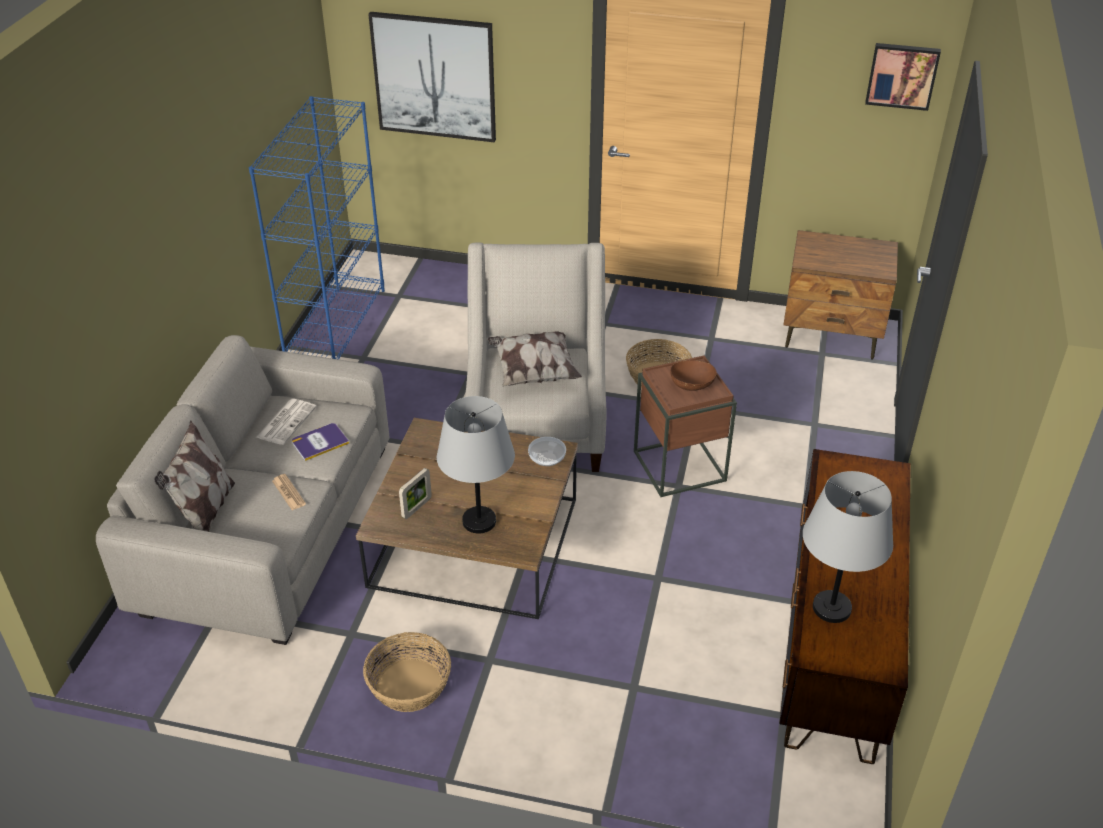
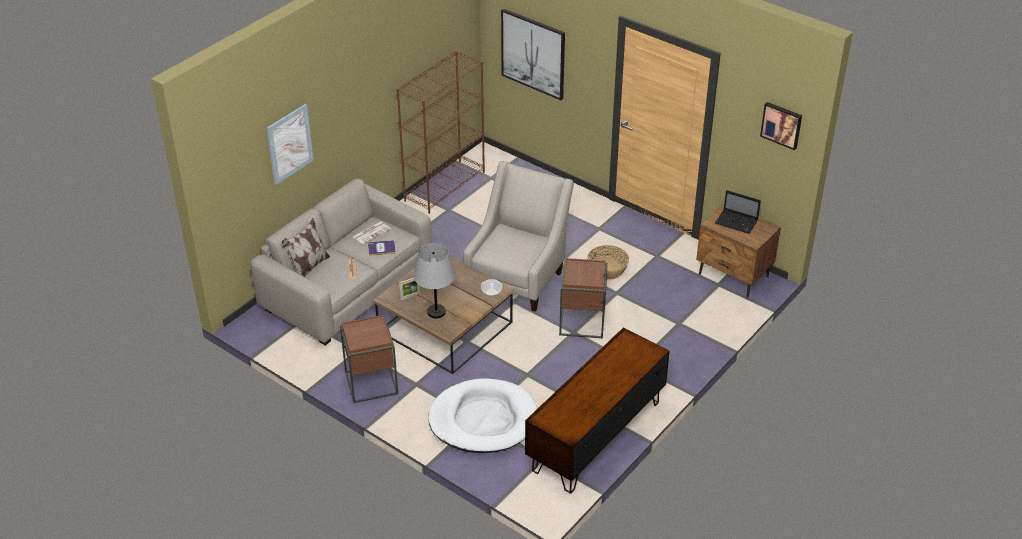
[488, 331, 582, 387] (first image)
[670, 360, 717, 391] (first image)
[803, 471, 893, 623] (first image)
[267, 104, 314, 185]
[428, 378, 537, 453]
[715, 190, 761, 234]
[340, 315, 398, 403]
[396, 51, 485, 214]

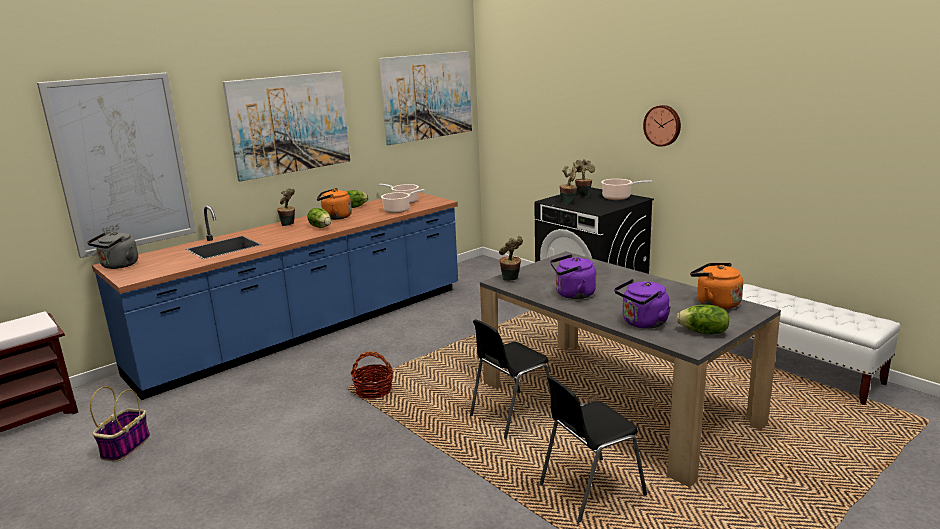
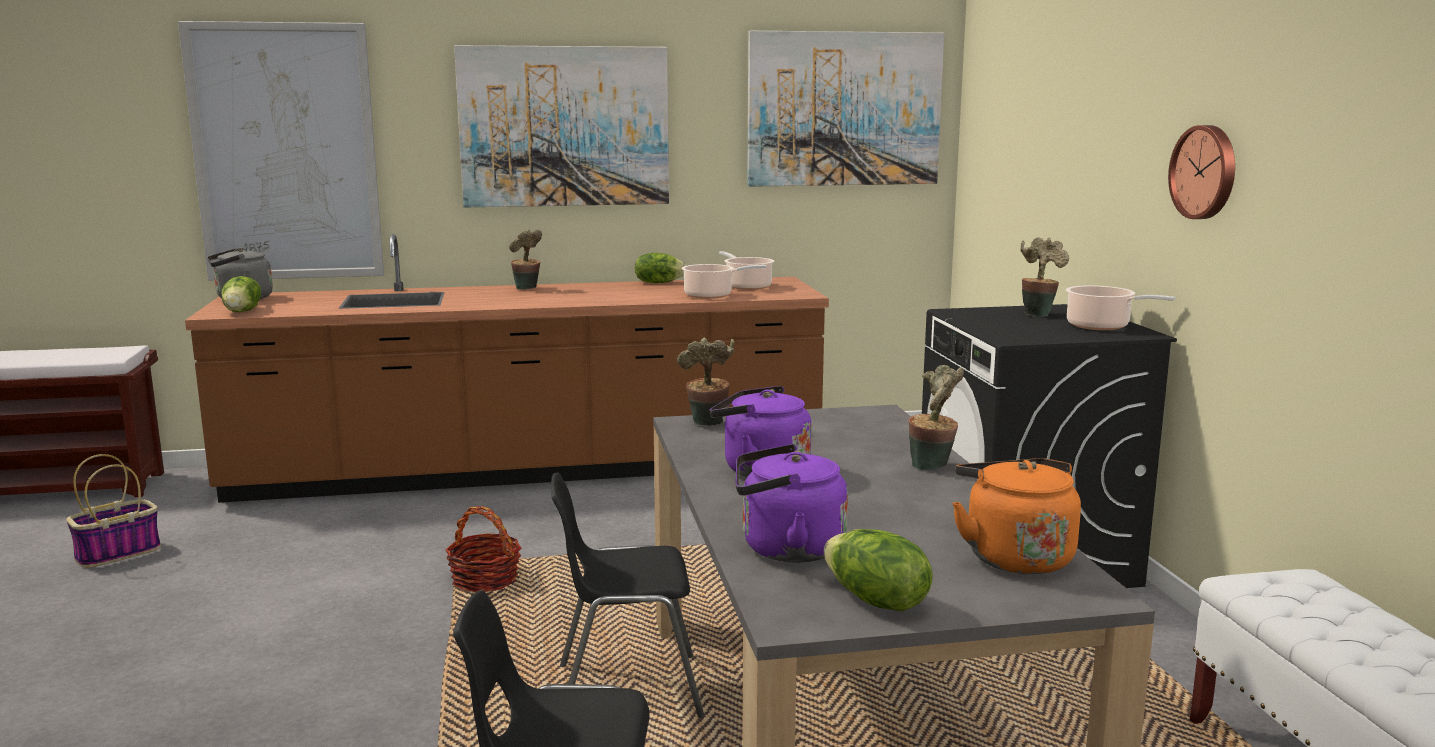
[317, 188, 352, 220] (first image)
[221, 276, 261, 312]
[908, 365, 964, 470]
[185, 234, 829, 503]

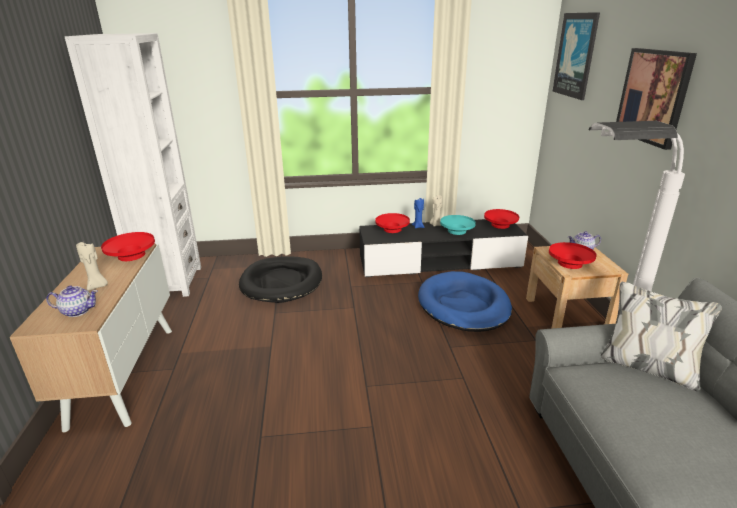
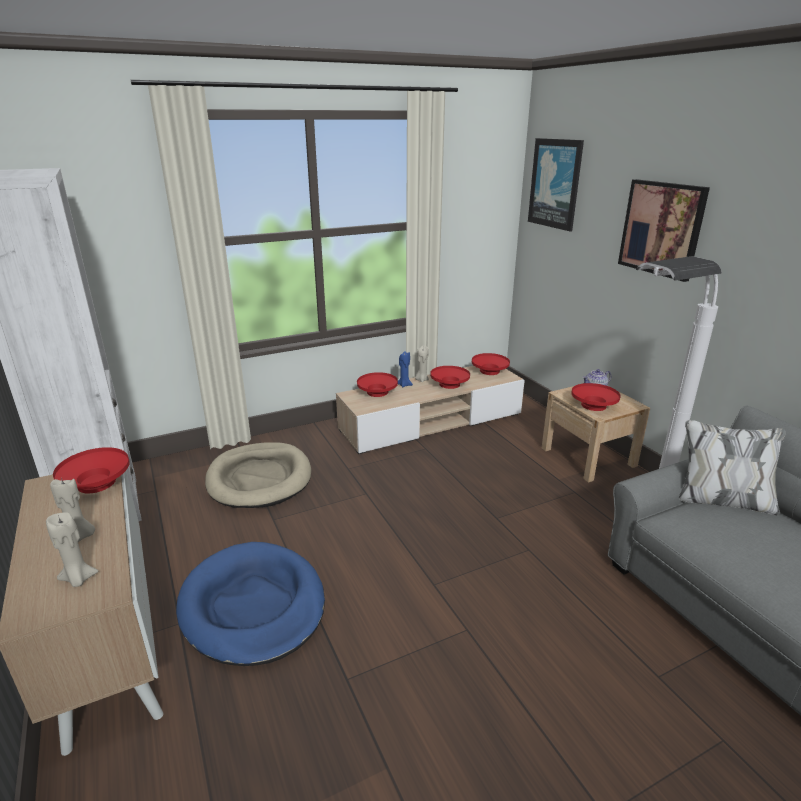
[176, 542, 325, 666]
[46, 512, 99, 587]
[205, 442, 311, 508]
[336, 366, 525, 454]
[430, 366, 470, 389]

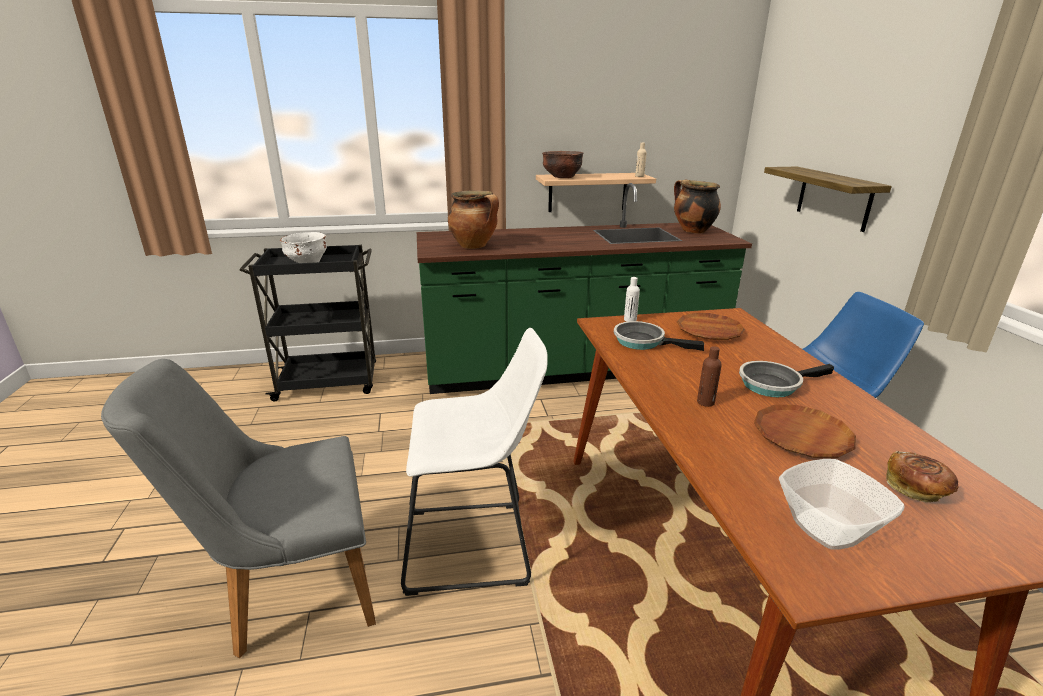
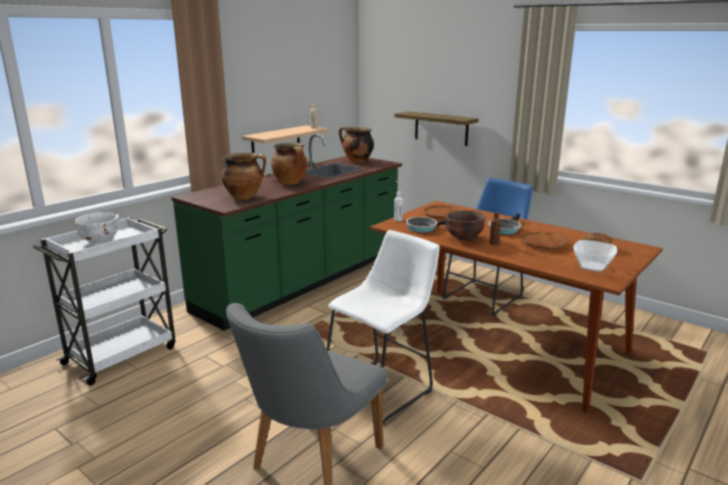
[271, 143, 308, 185]
[445, 210, 486, 241]
[33, 217, 176, 385]

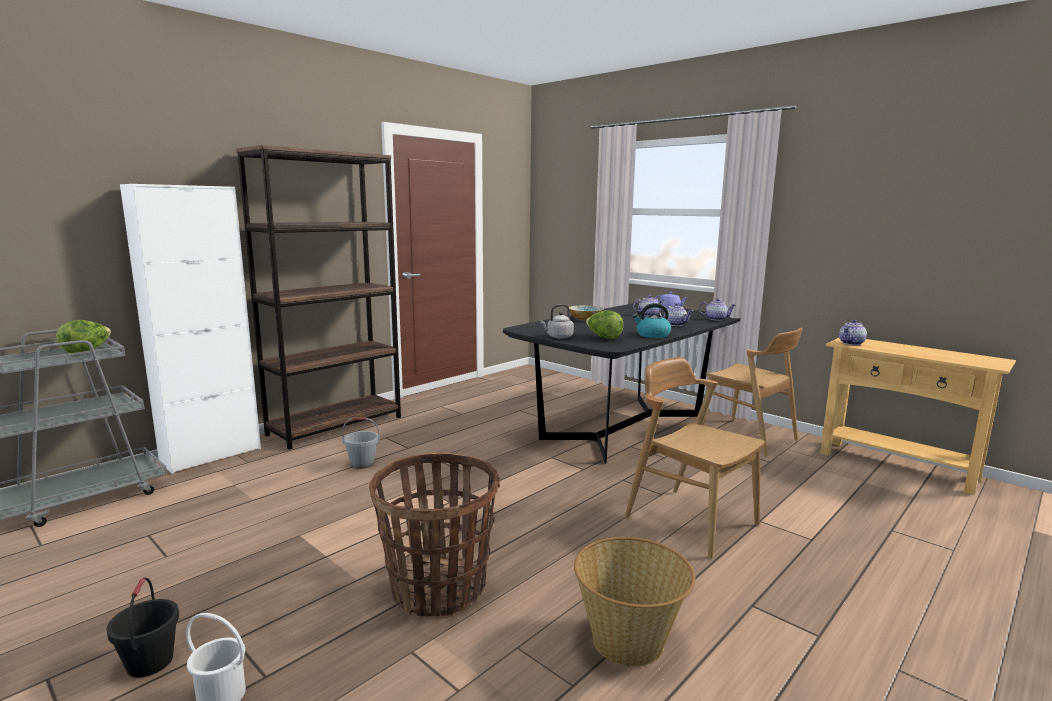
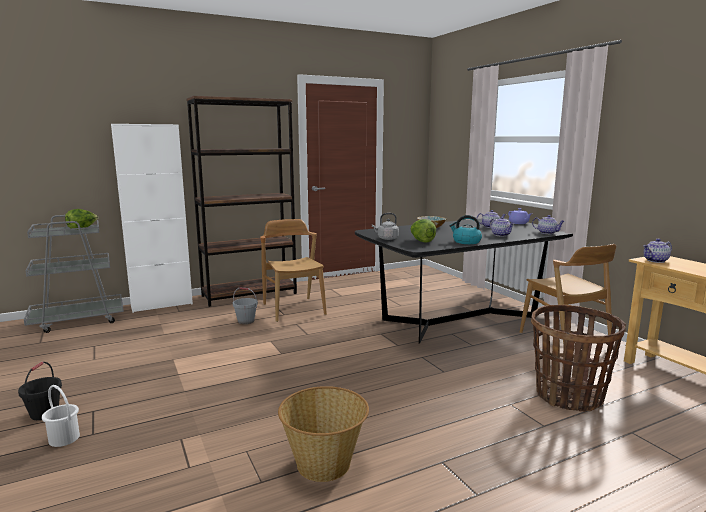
[531, 305, 626, 412]
[260, 219, 327, 322]

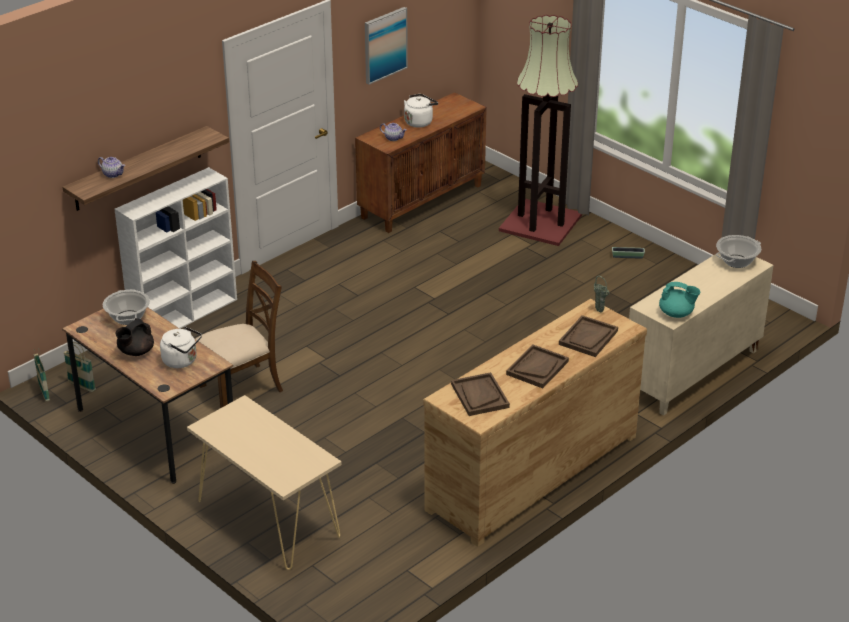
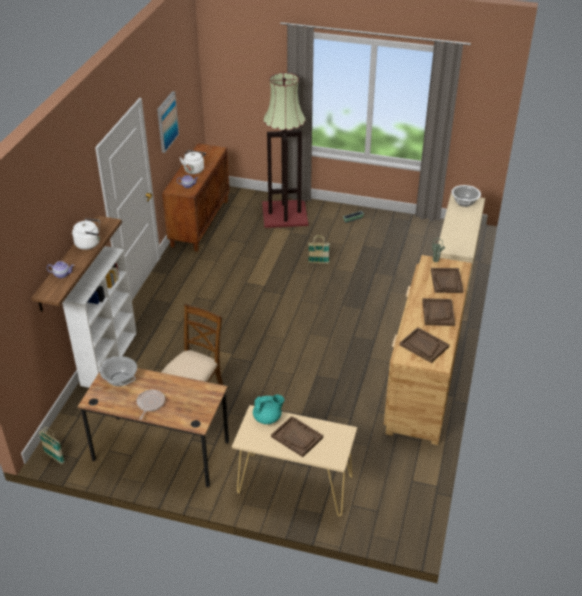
[271, 416, 323, 457]
[308, 235, 330, 264]
[72, 218, 100, 250]
[253, 395, 284, 424]
[136, 390, 165, 420]

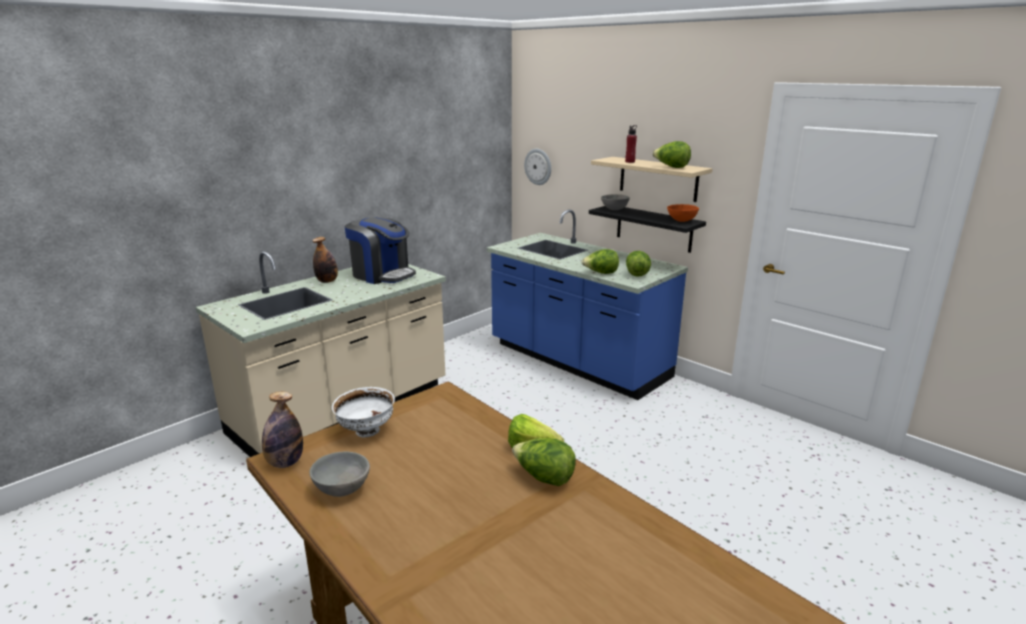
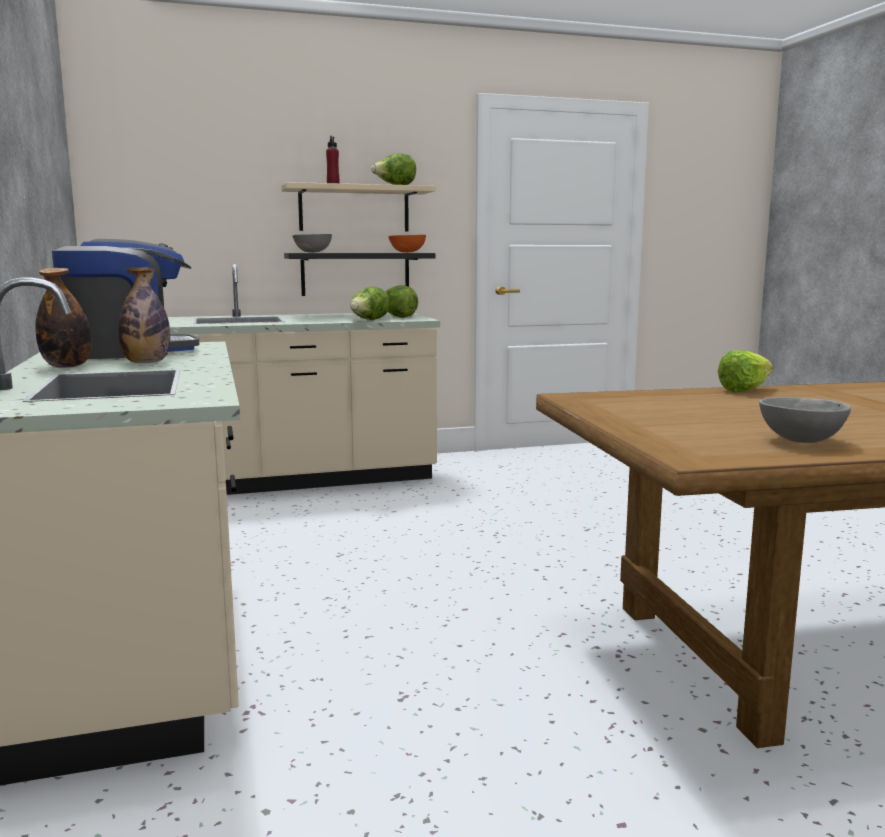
[332, 387, 395, 437] (first image)
[512, 438, 576, 486] (first image)
[524, 149, 551, 185] (first image)
[118, 267, 170, 363]
[168, 264, 440, 495]

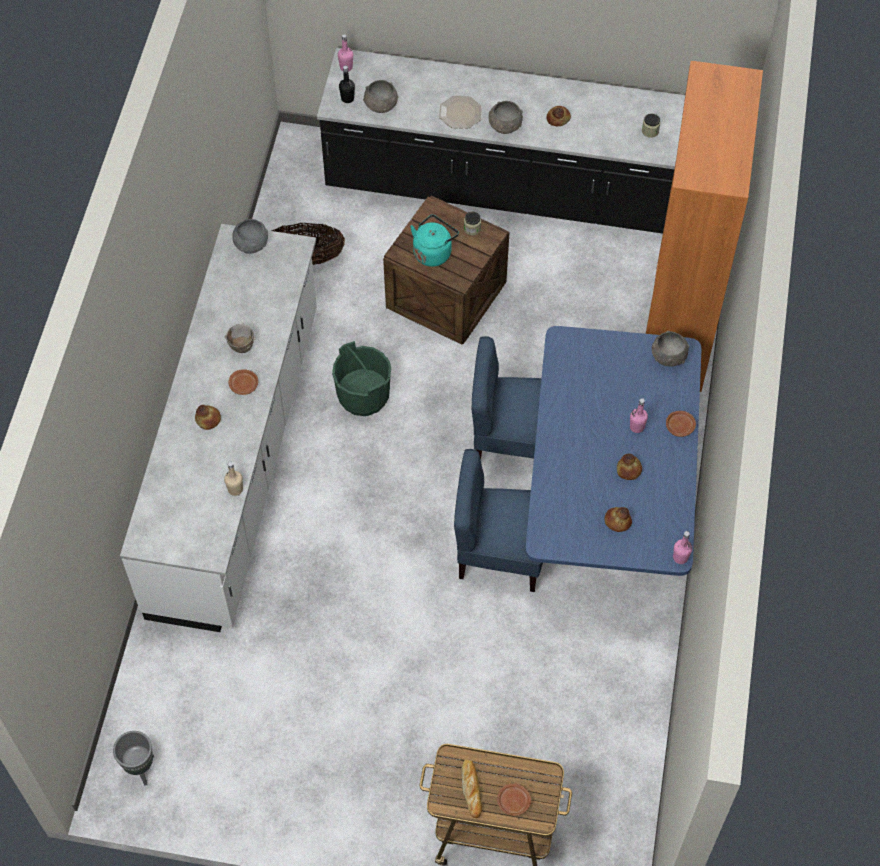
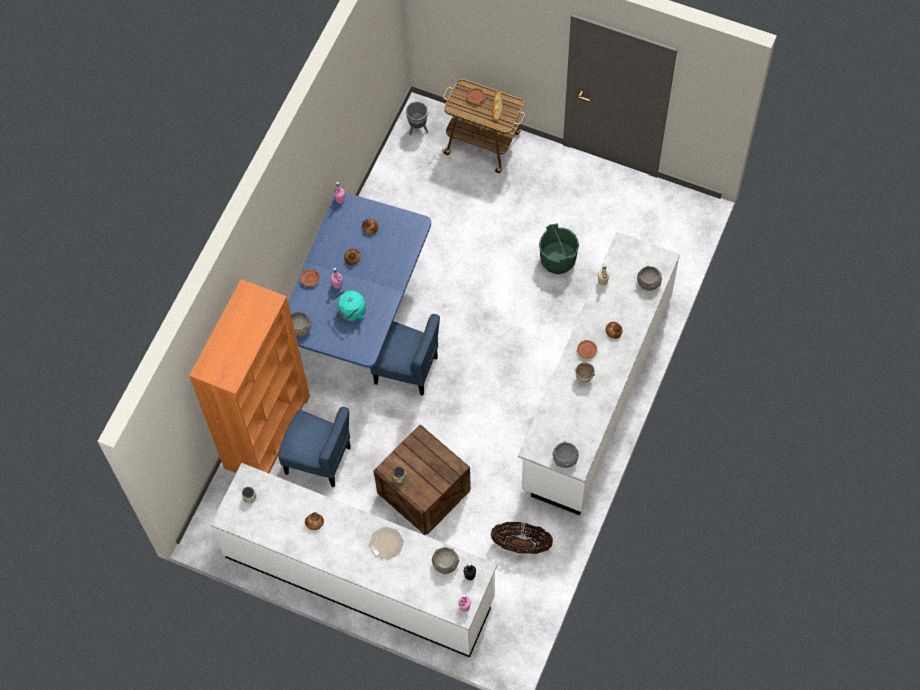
[406, 102, 428, 135]
[539, 223, 579, 274]
[332, 290, 366, 321]
[278, 407, 351, 487]
[637, 266, 662, 291]
[210, 463, 497, 658]

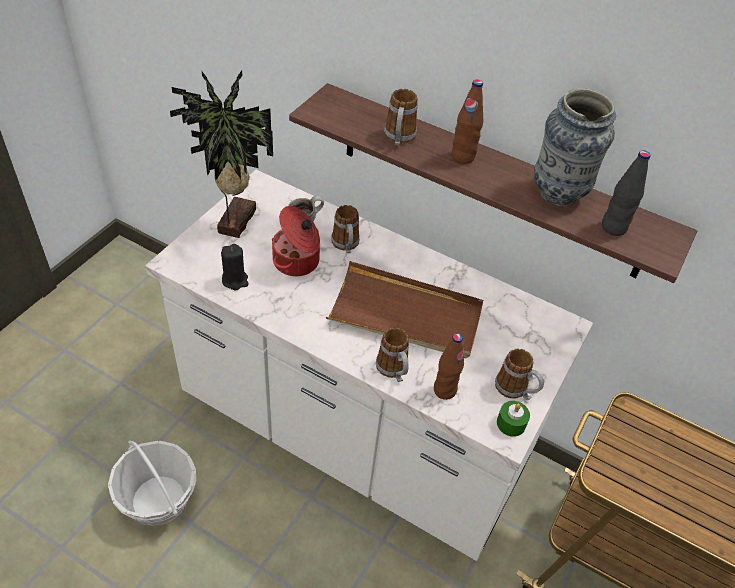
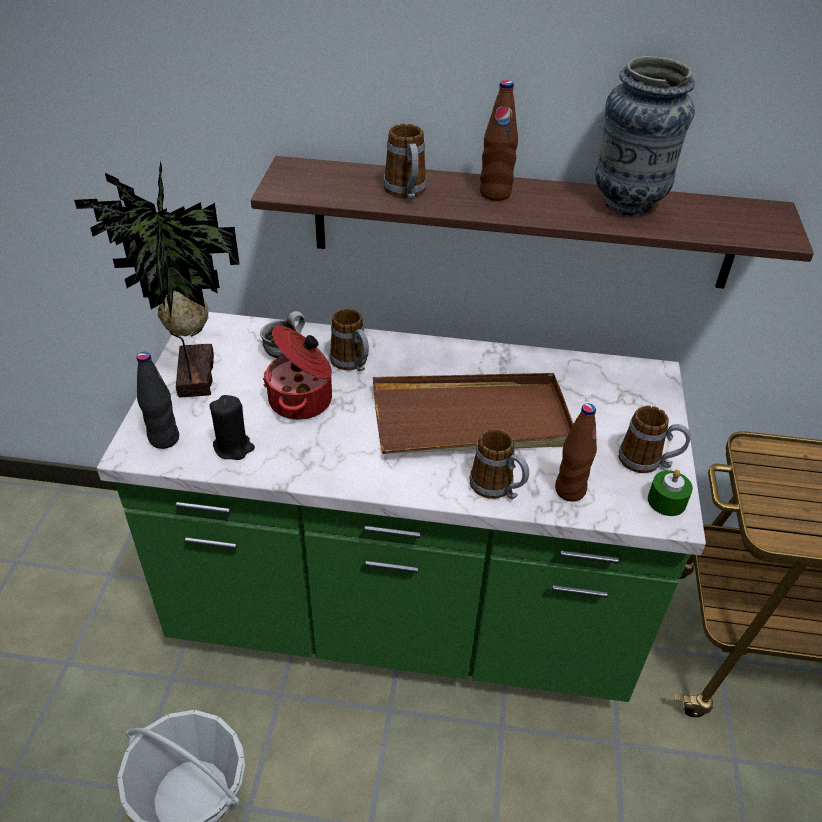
[137, 352, 179, 449]
[97, 312, 706, 702]

